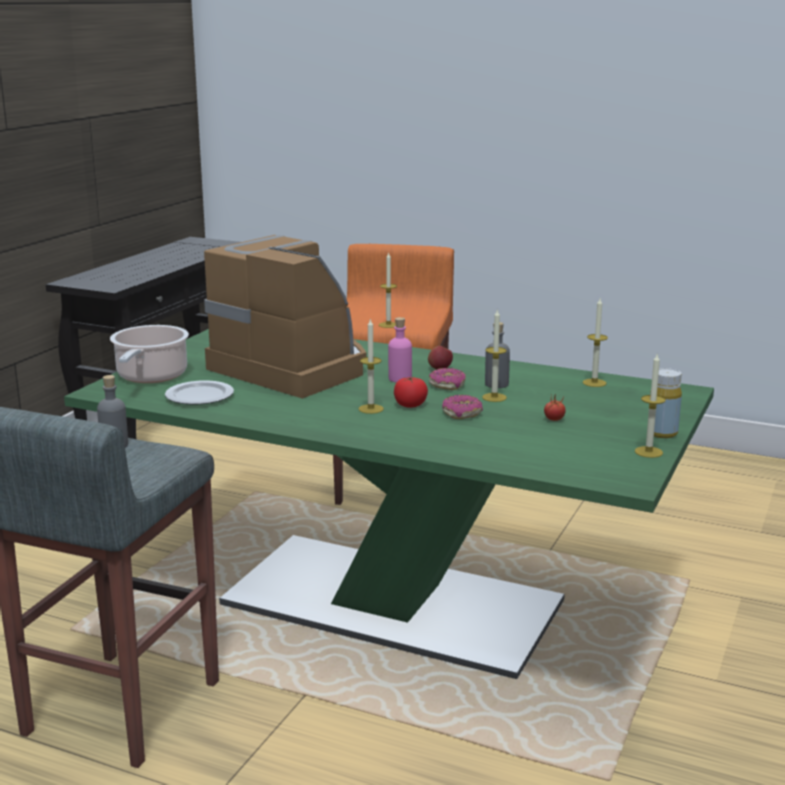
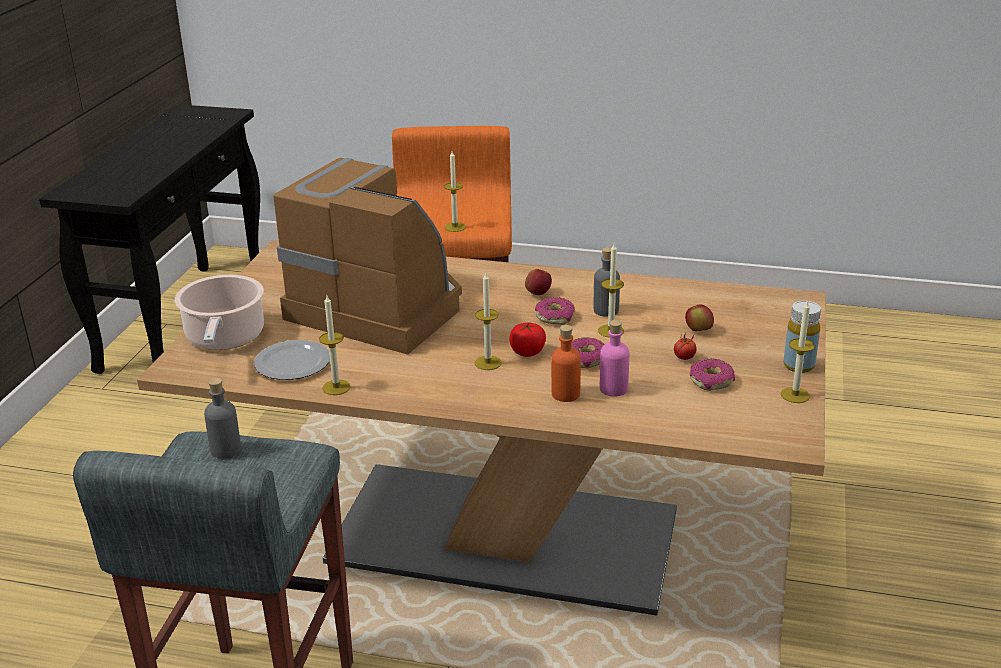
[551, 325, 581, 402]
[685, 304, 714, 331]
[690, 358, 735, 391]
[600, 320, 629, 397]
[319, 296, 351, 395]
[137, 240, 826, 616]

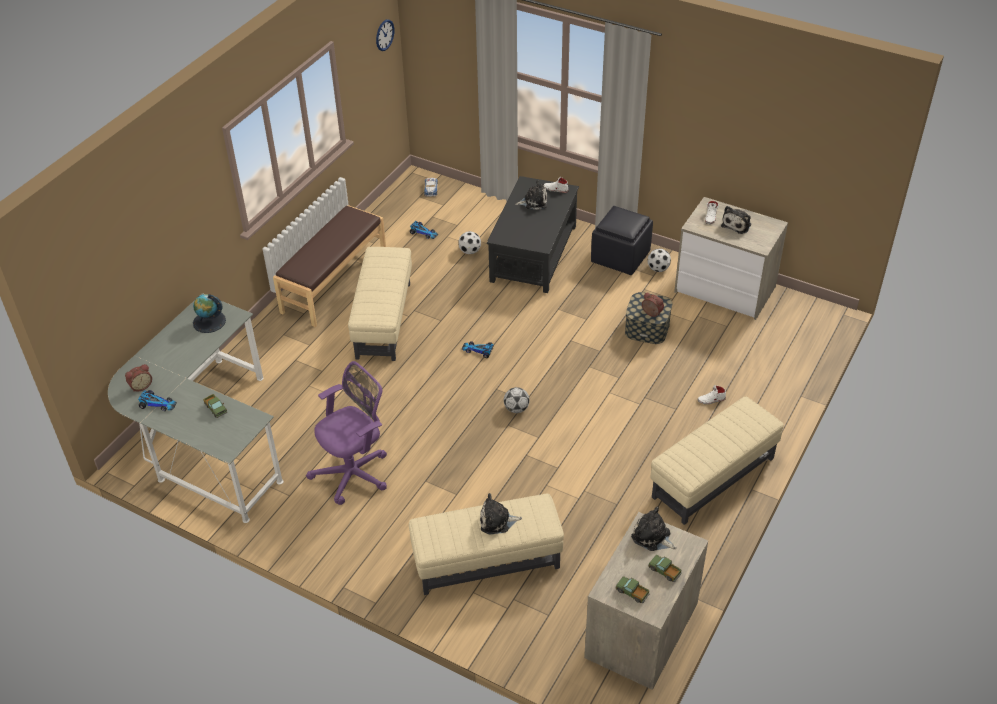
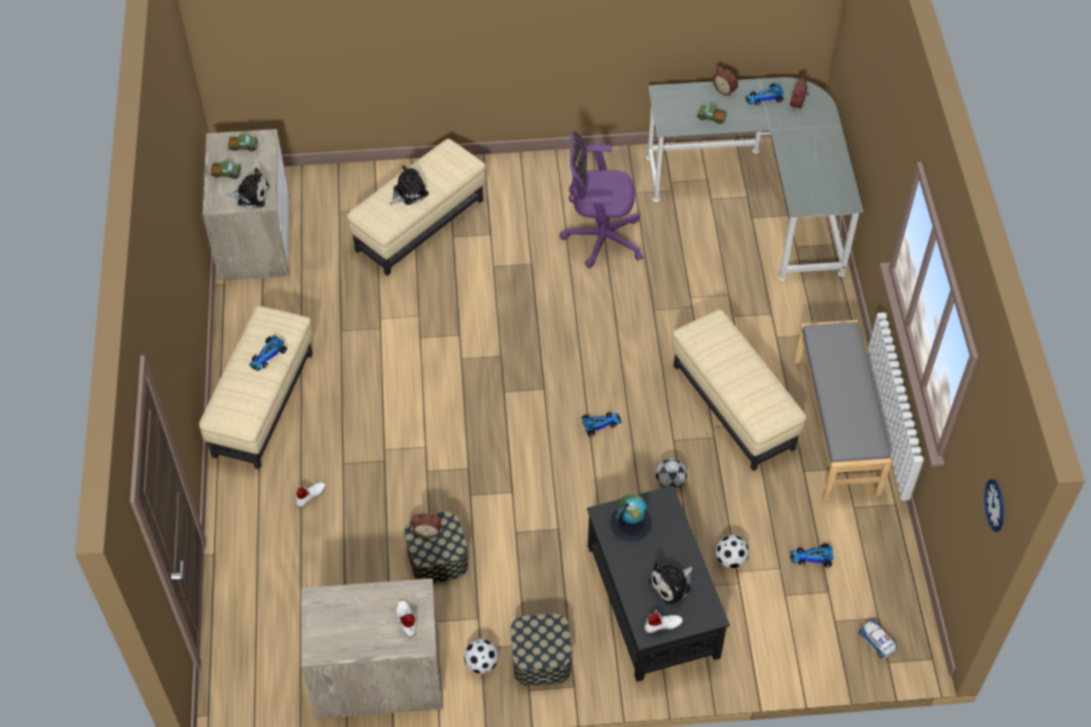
[721, 206, 751, 234] (first image)
[249, 335, 287, 371]
[713, 66, 738, 97]
[610, 494, 652, 541]
[655, 458, 687, 490]
[511, 613, 572, 686]
[794, 320, 892, 500]
[560, 131, 643, 268]

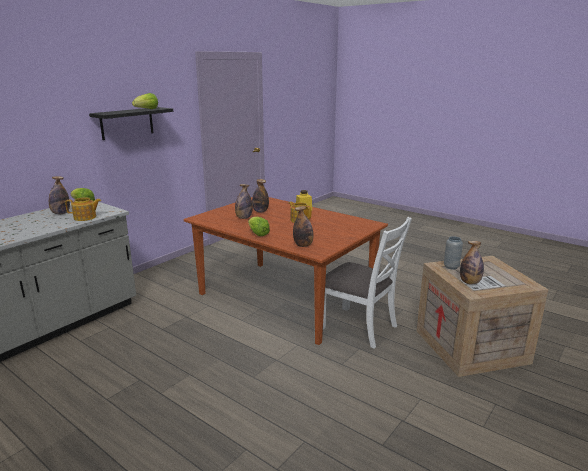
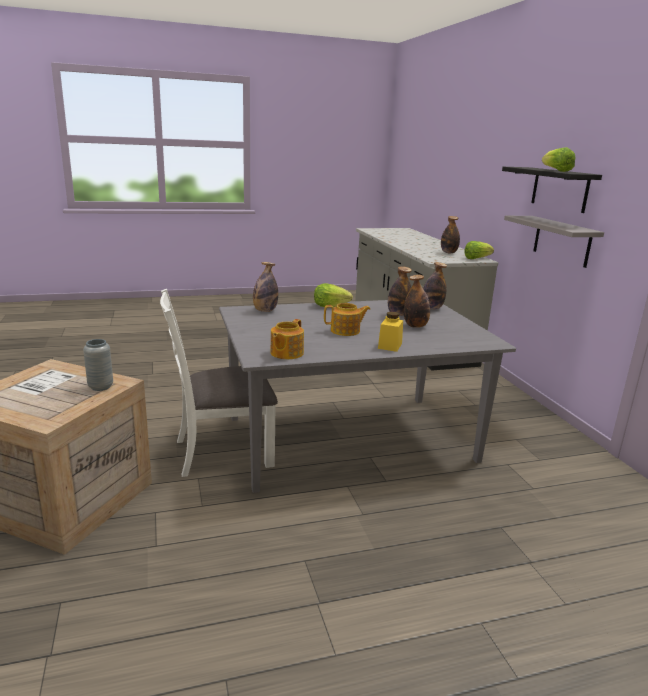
[504, 216, 604, 268]
[271, 319, 304, 359]
[423, 262, 447, 309]
[219, 300, 516, 493]

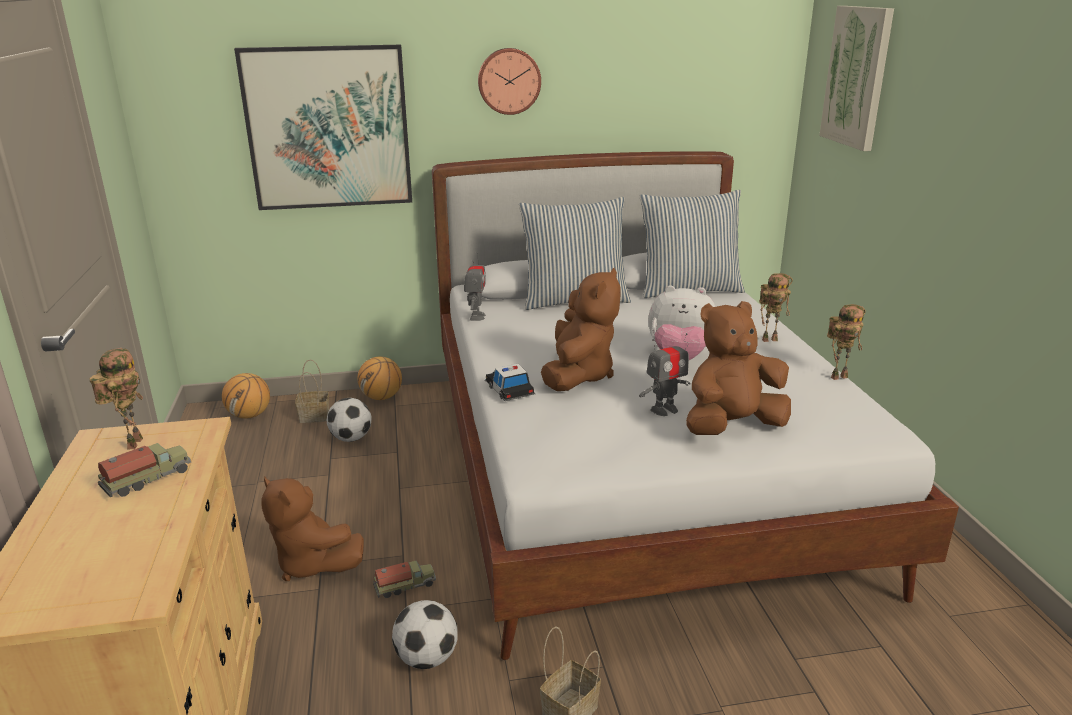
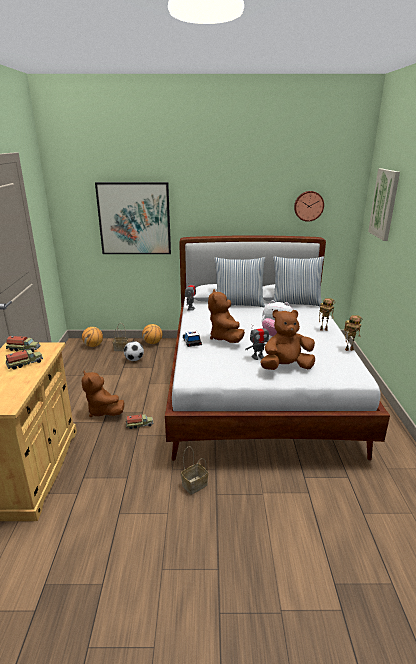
[392, 600, 458, 669] (first image)
[294, 191, 324, 222]
[6, 336, 41, 352]
[208, 289, 245, 343]

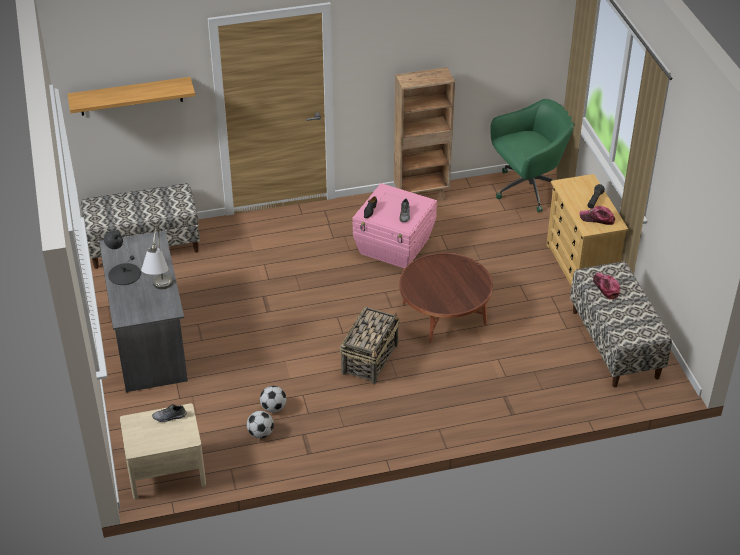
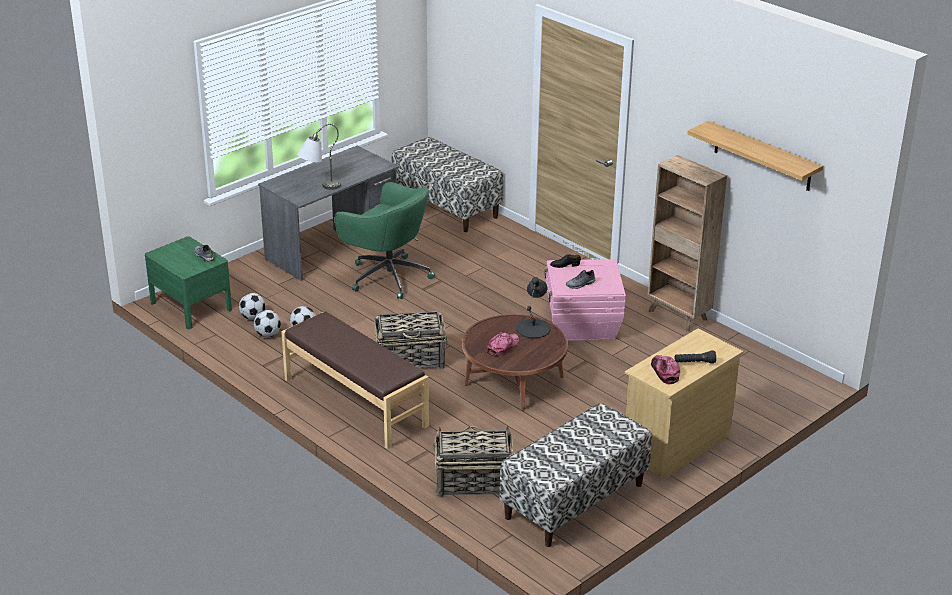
[239, 293, 265, 320]
[281, 311, 429, 449]
[433, 426, 514, 497]
[687, 121, 823, 191]
[516, 277, 550, 338]
[335, 182, 435, 299]
[486, 333, 519, 356]
[145, 237, 232, 329]

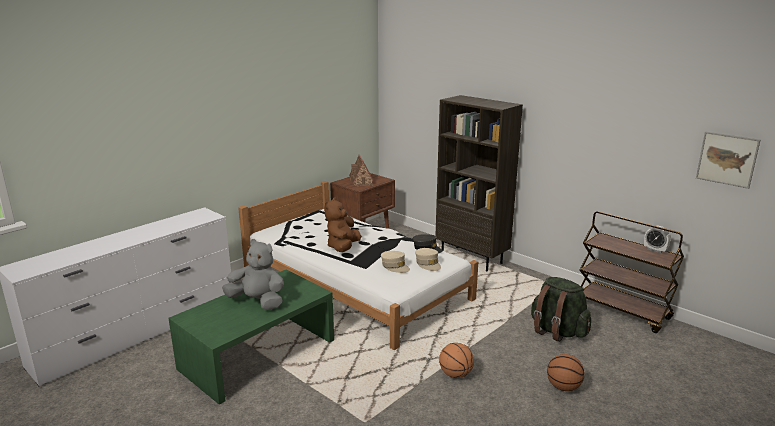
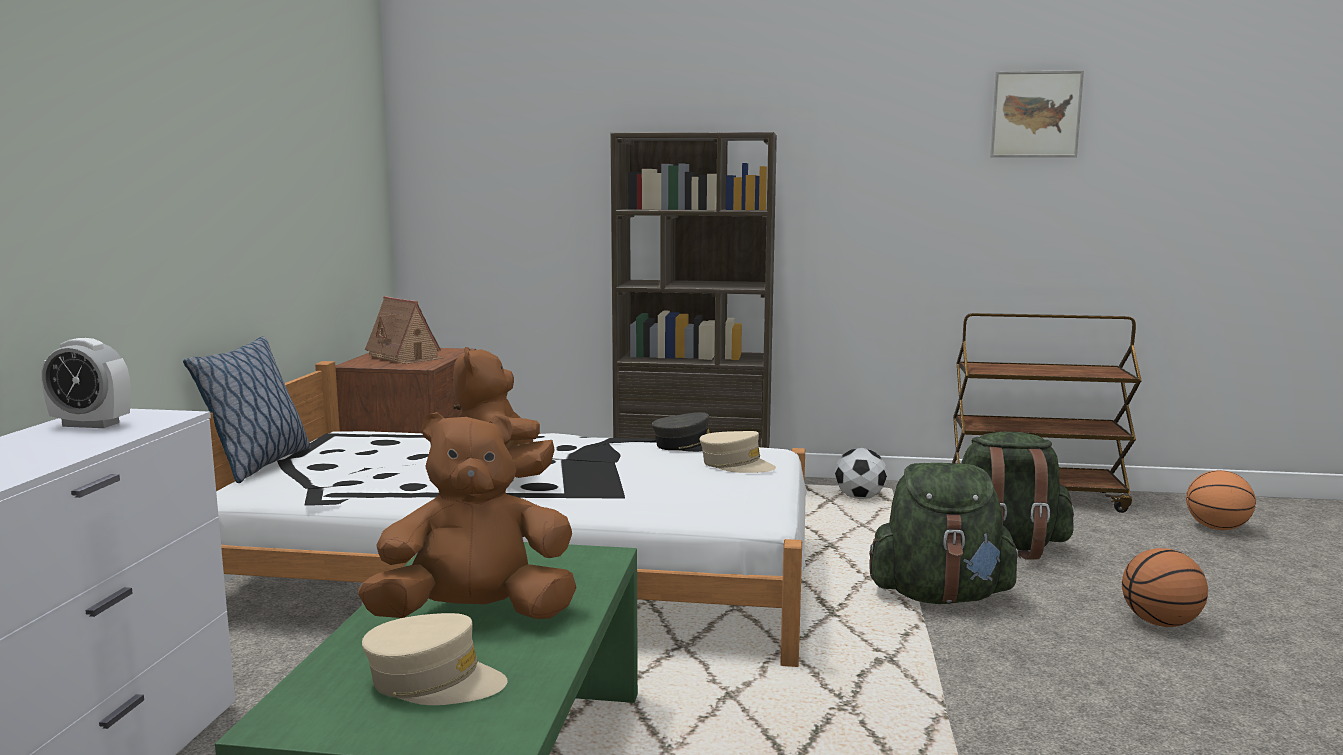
[183, 336, 310, 483]
[835, 448, 887, 499]
[869, 463, 1021, 604]
[362, 613, 508, 705]
[1186, 470, 1256, 530]
[41, 338, 131, 428]
[990, 70, 1084, 157]
[358, 412, 577, 619]

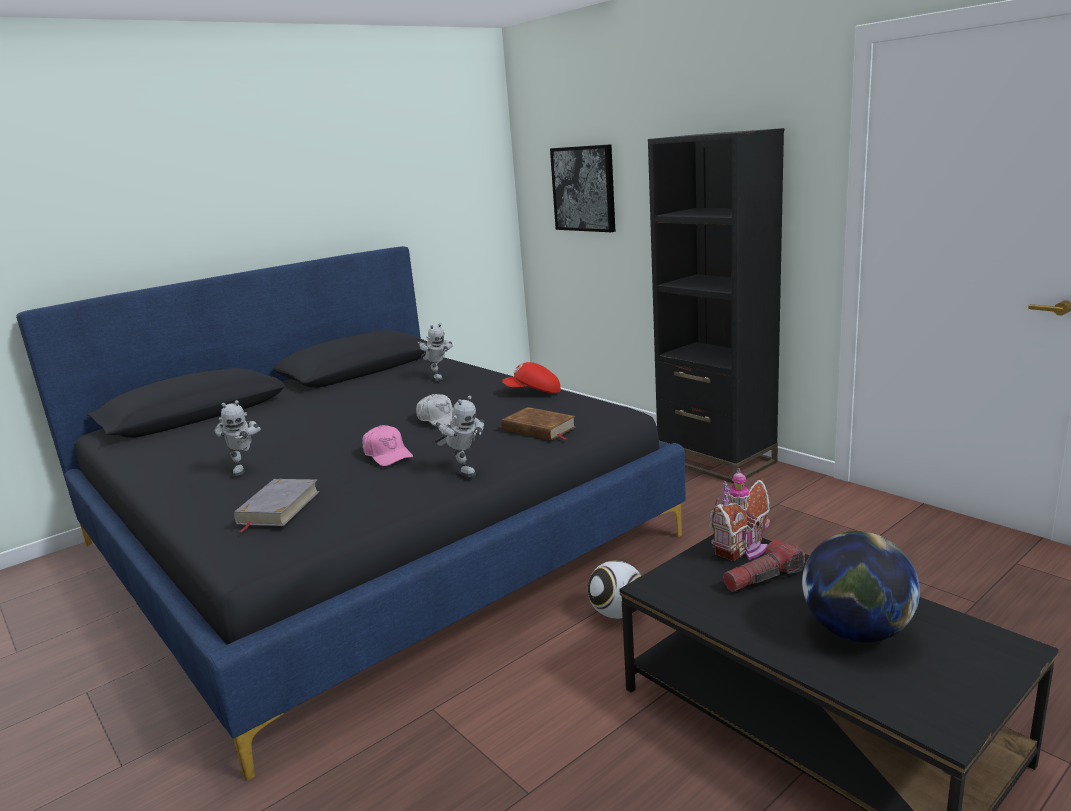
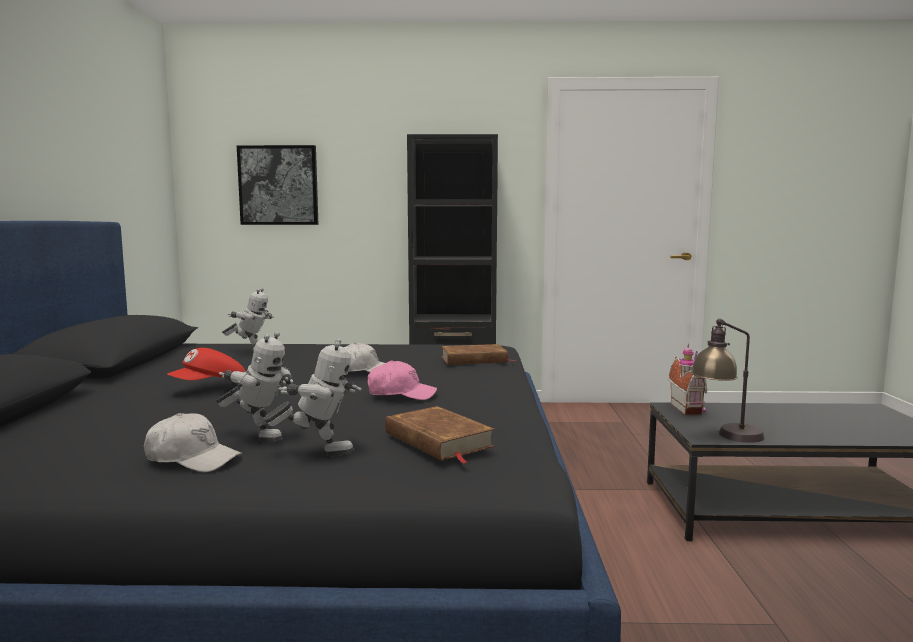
[588, 560, 641, 619] (first image)
[723, 540, 805, 592] (first image)
[802, 531, 920, 642] (first image)
[144, 413, 242, 472]
[691, 319, 765, 443]
[264, 338, 362, 456]
[167, 348, 245, 381]
[385, 406, 495, 464]

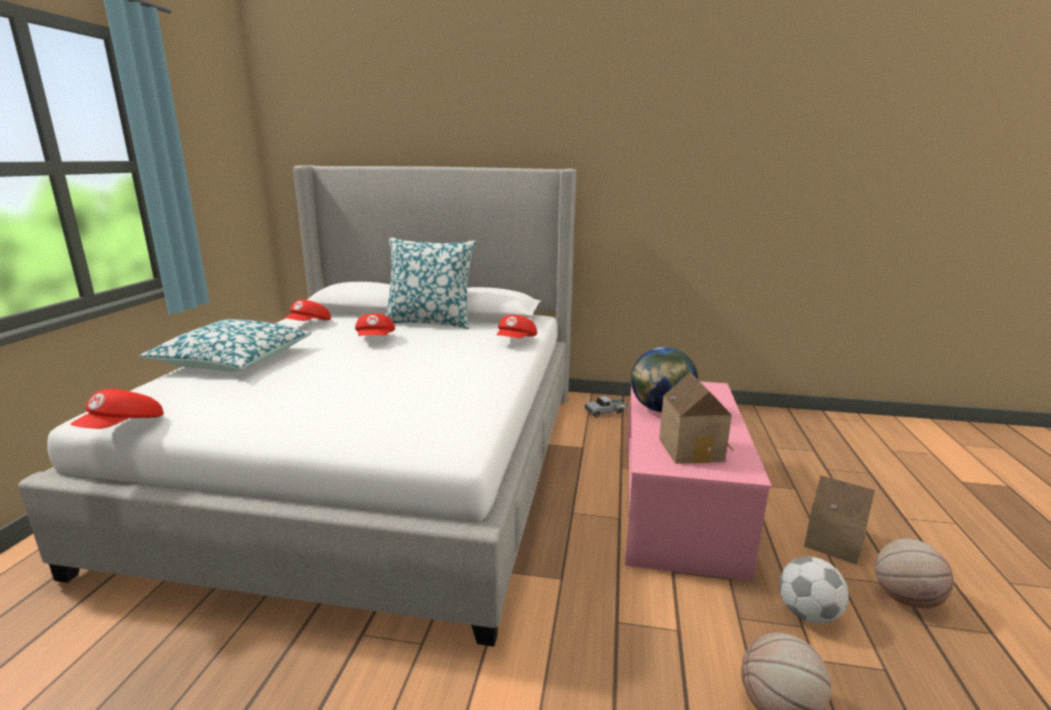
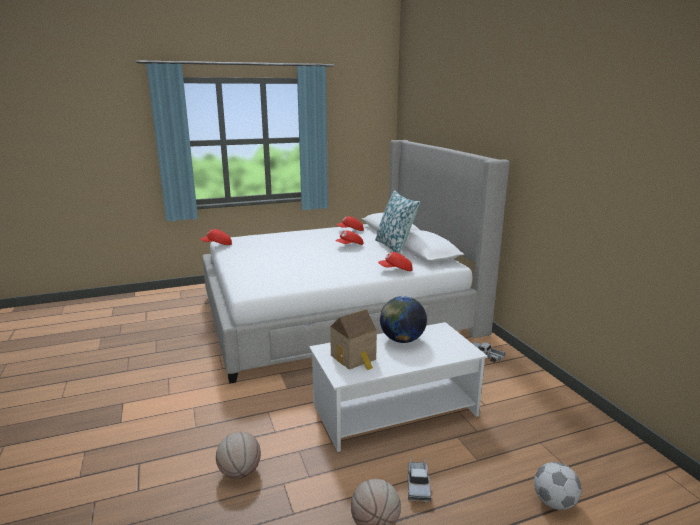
[140, 319, 311, 372] (first image)
[534, 462, 582, 510]
[408, 458, 431, 503]
[309, 322, 487, 452]

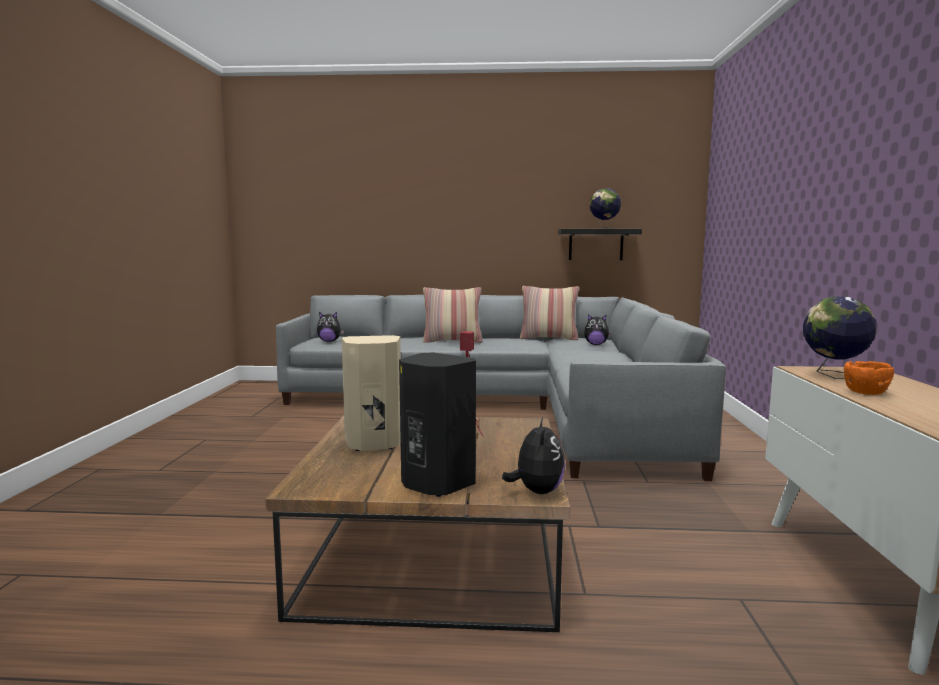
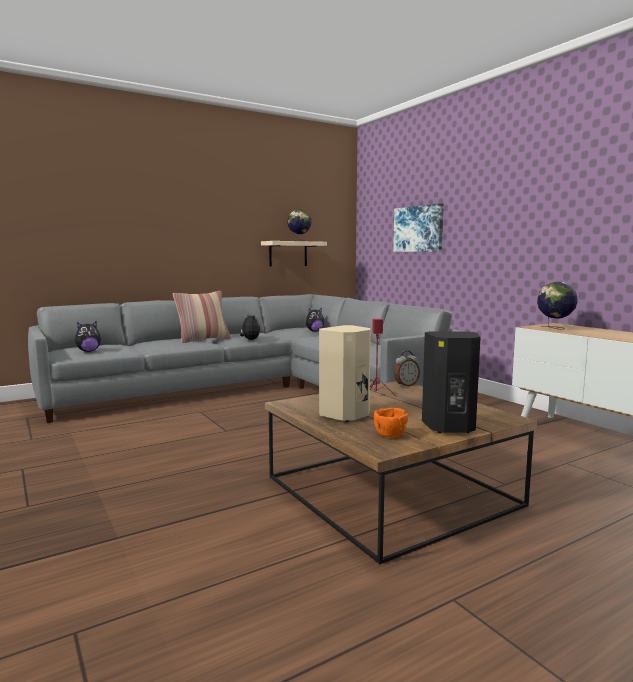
[520, 286, 579, 340] (first image)
[393, 203, 444, 252]
[394, 351, 420, 387]
[240, 313, 260, 340]
[374, 408, 408, 438]
[261, 241, 327, 266]

